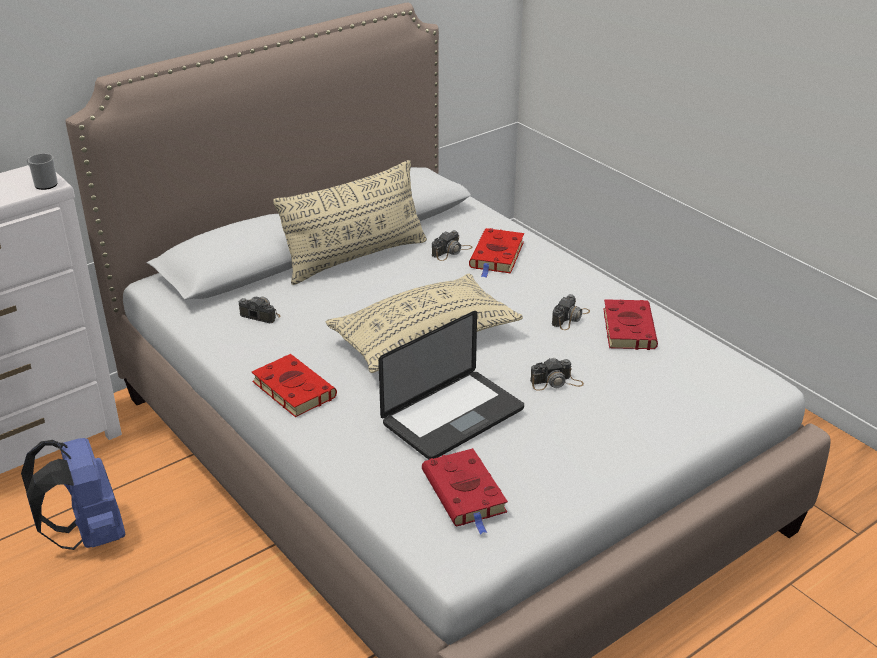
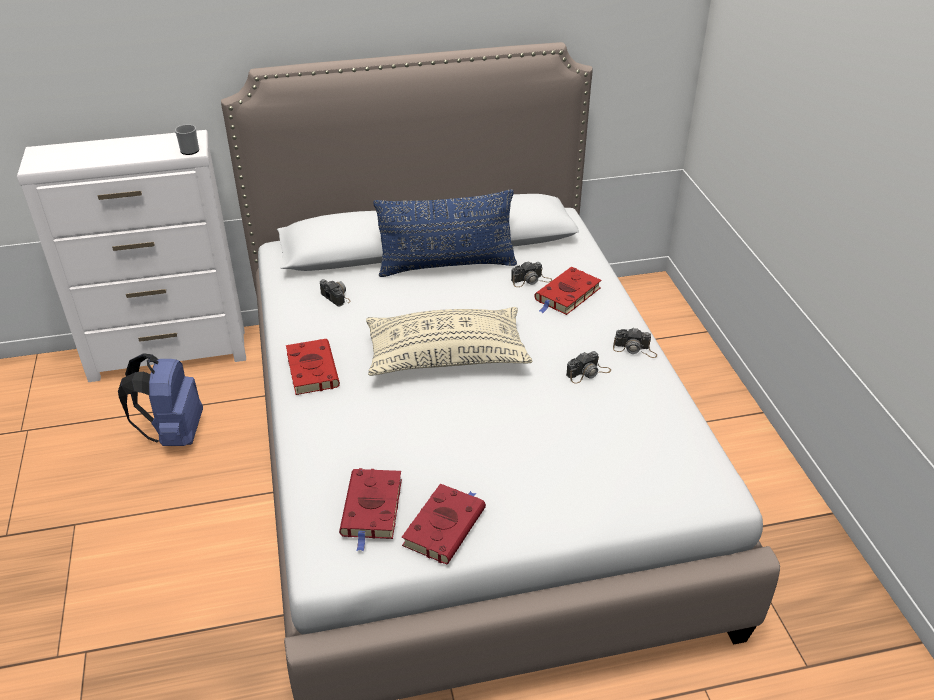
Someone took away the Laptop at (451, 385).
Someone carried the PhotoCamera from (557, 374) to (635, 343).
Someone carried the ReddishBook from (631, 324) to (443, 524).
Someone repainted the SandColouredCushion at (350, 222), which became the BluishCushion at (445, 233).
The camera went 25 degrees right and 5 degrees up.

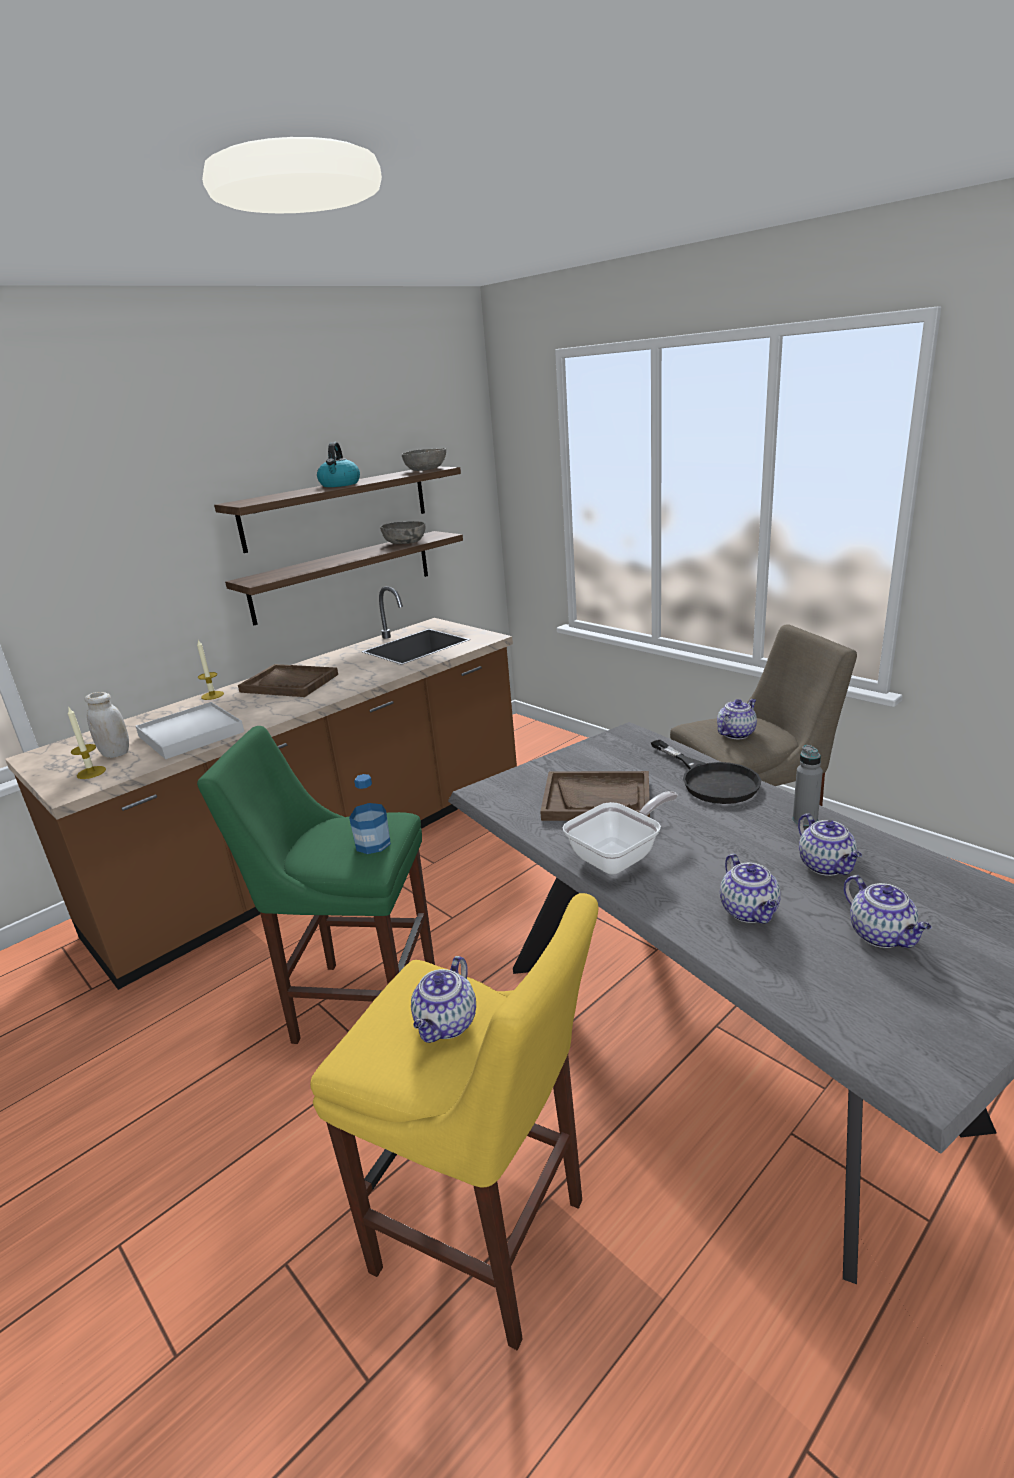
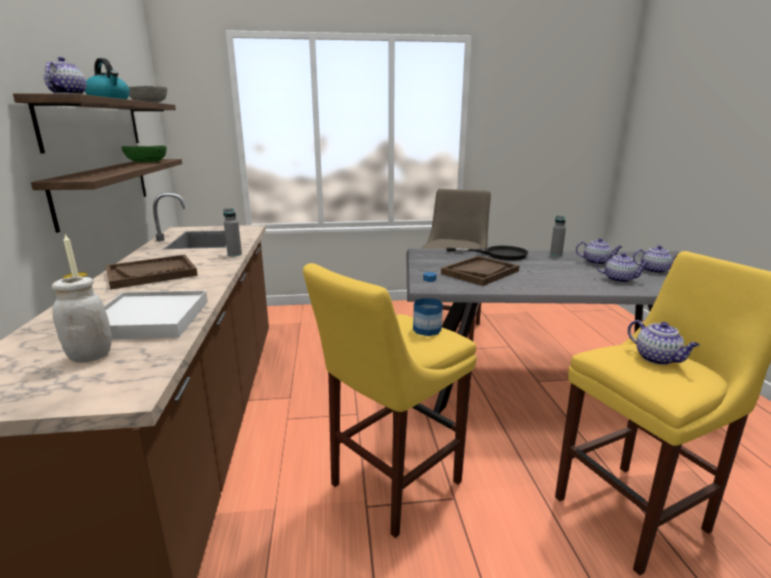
Someone took away the WaxCandle at (87, 742).
Someone took away the FryingPan at (620, 832).
Someone put down the GreyishDrinkBottle at (232, 232).
Someone carried the PotForTea from (737, 719) to (64, 75).
Someone repainted the GreenStoolSeat at (316, 885), which became the YellowStoolSeat at (390, 400).
Someone repainted the GreyishServingBowl at (402, 532), which became the GreenServingBowl at (144, 154).
The camera went 55 degrees left and 5 degrees down.

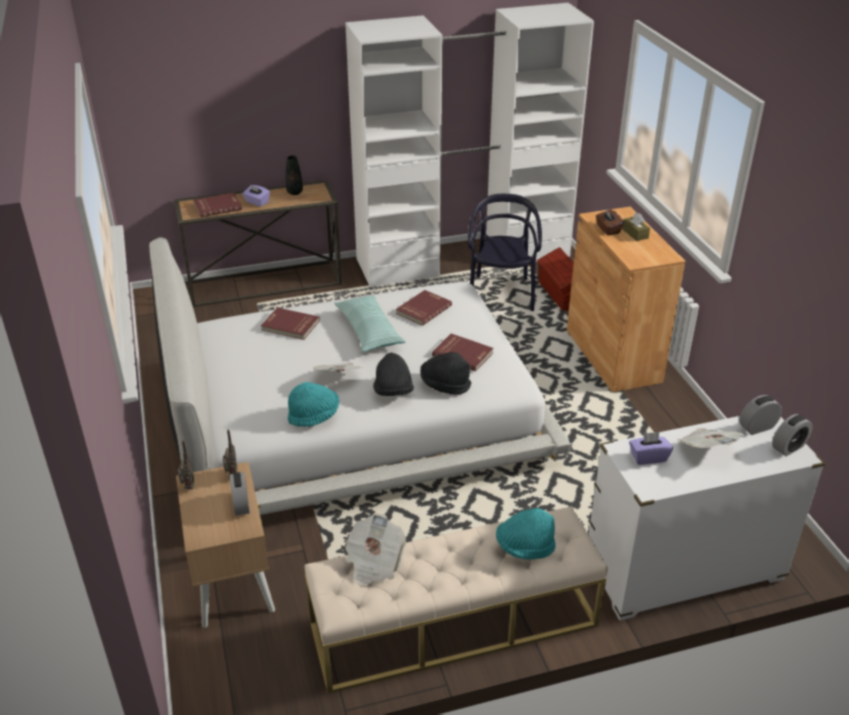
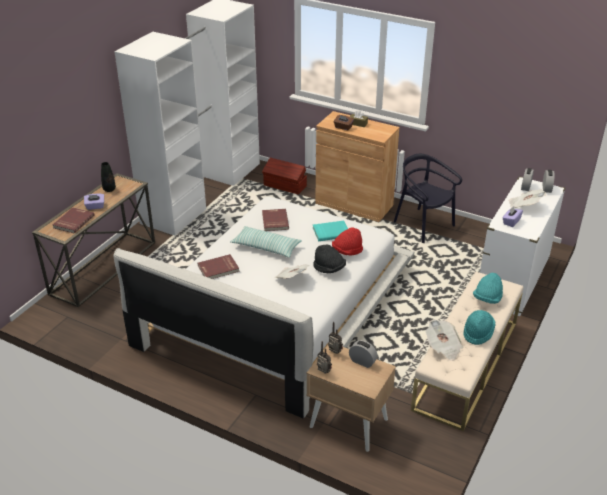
Someone carried the BlueGreenWearableHat from (313, 404) to (479, 327).
Someone carried the BlackPlainChair from (505, 252) to (428, 198).
Someone repainted the BlackWearableHat at (446, 373), which became the ReddishWearableHat at (347, 241).
Someone repainted the ReddishBook at (463, 352), which became the BlueGreenBook at (330, 231).
The camera went 45 degrees left and 0 degrees up.

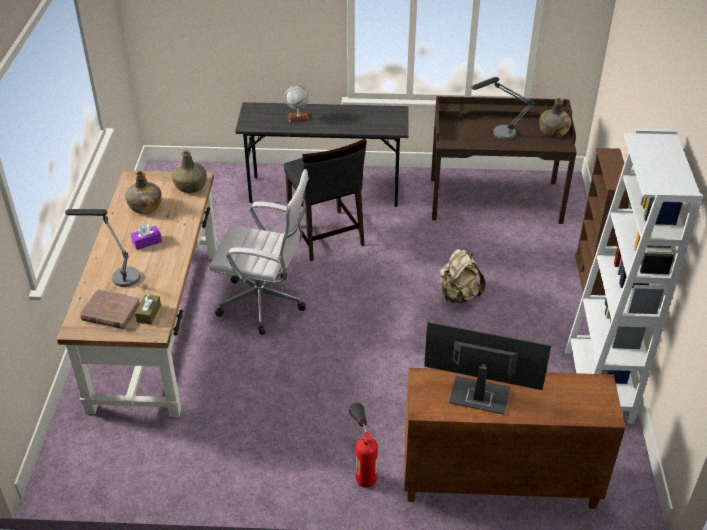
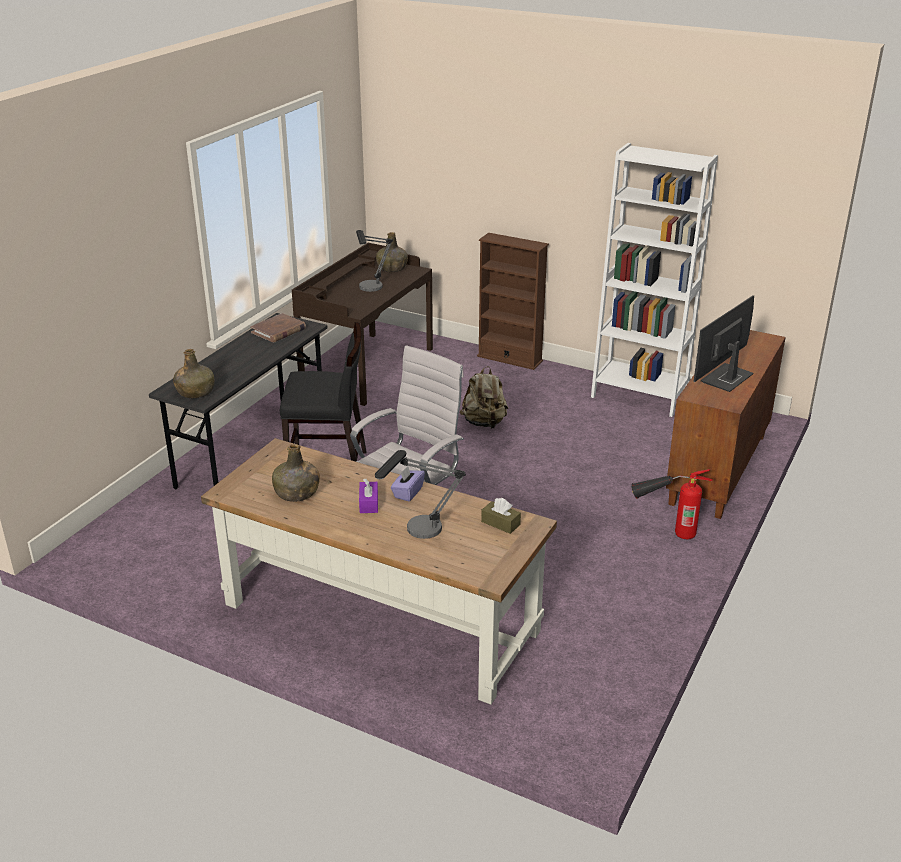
Someone took away the WorldGlobe at (297, 104).
Someone put down the PurplishTissueBox at (408, 483).
Someone carried the BrownBook from (110, 309) to (278, 327).
Someone carried the GreenDrinkBottle from (189, 171) to (194, 373).
The camera went 65 degrees left and 10 degrees down.

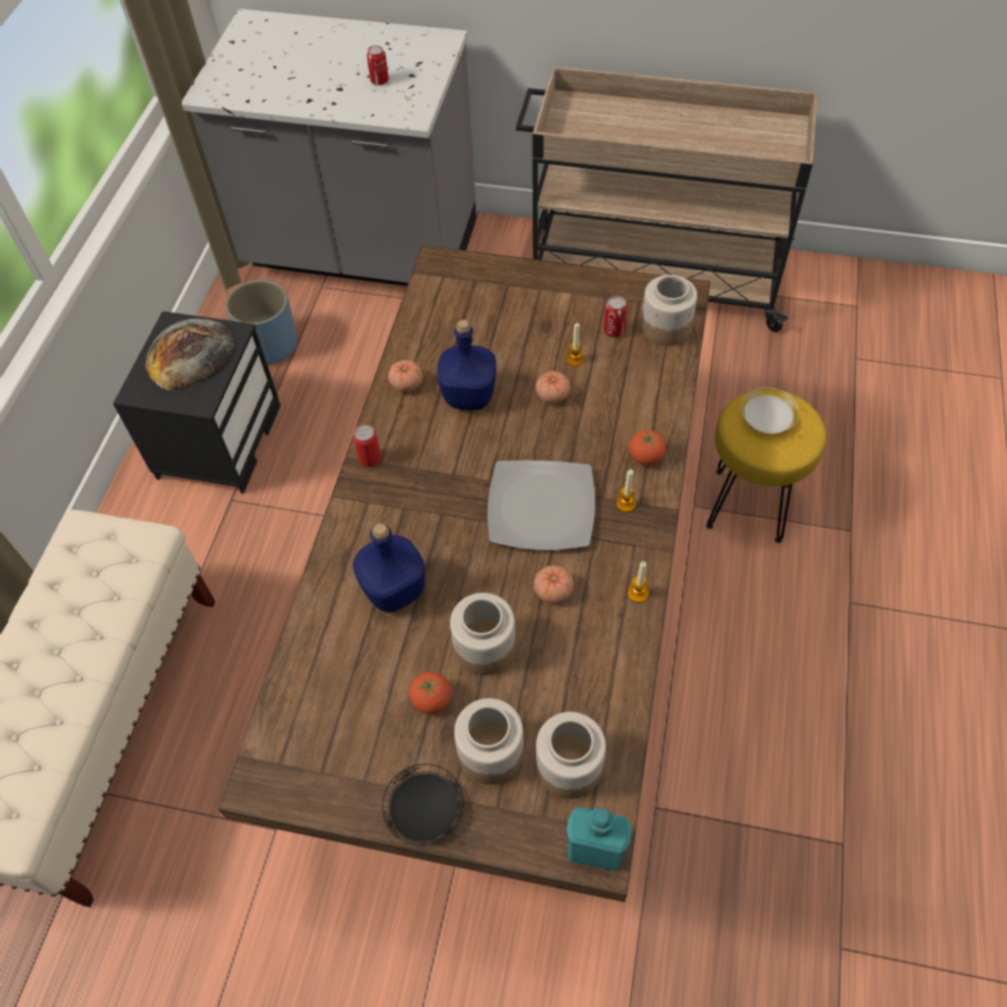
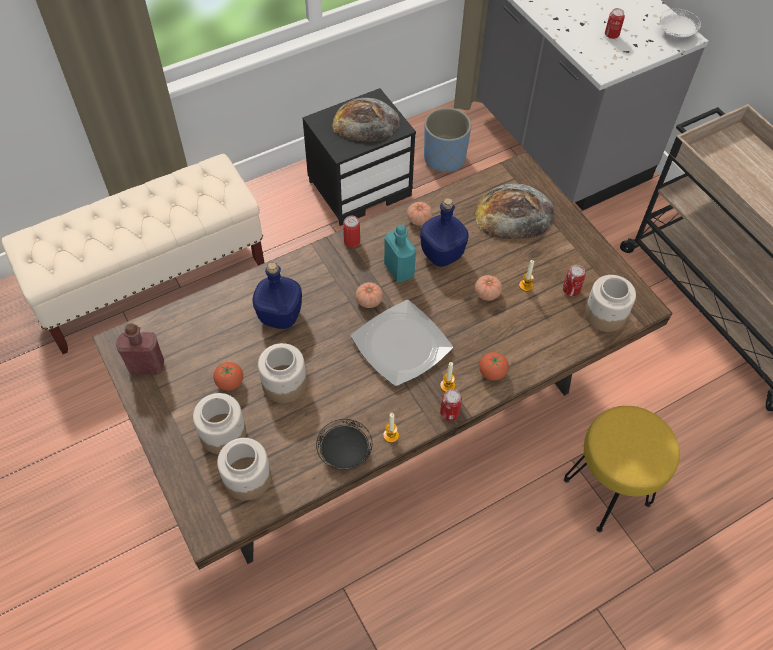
Someone put down the ReddishDrinkBottle at (140, 349).
Someone put down the SealedCan at (451, 405).
Someone put down the BakedBread at (514, 211).
Someone carried the BlackFlatDish from (423, 805) to (344, 444).
Someone carried the Tomato from (554, 584) to (369, 295).
Someone carried the BlueGreenDrinkBottle from (599, 839) to (400, 253).
Someone carried the WhitishFlatDish from (770, 411) to (680, 23).
The camera went 45 degrees right and 0 degrees up.

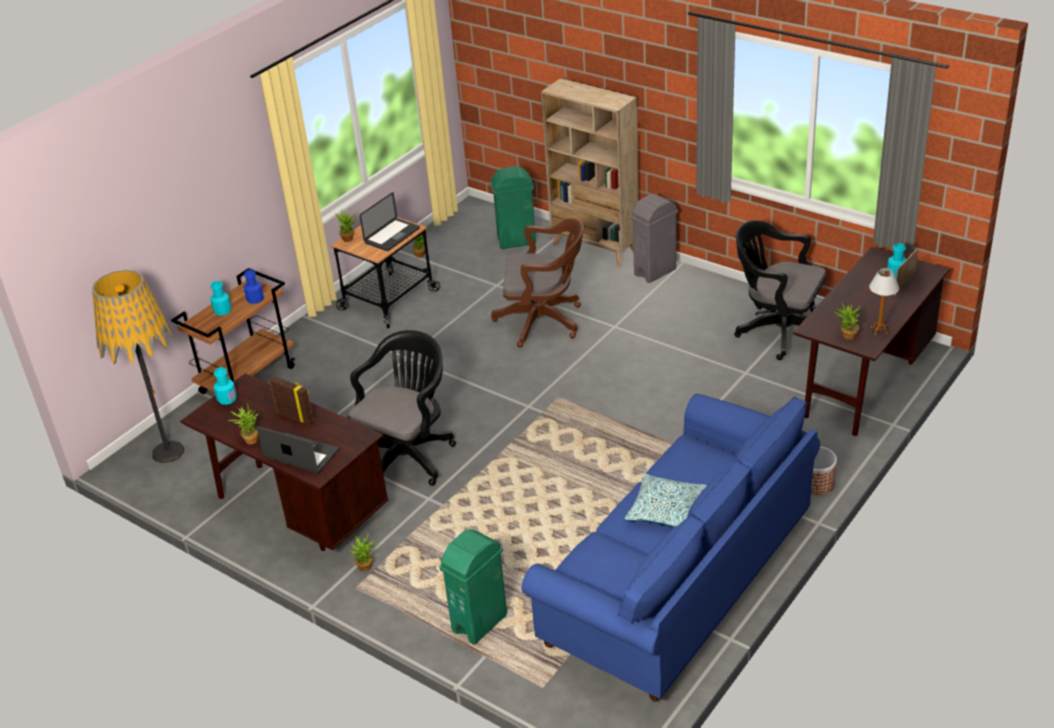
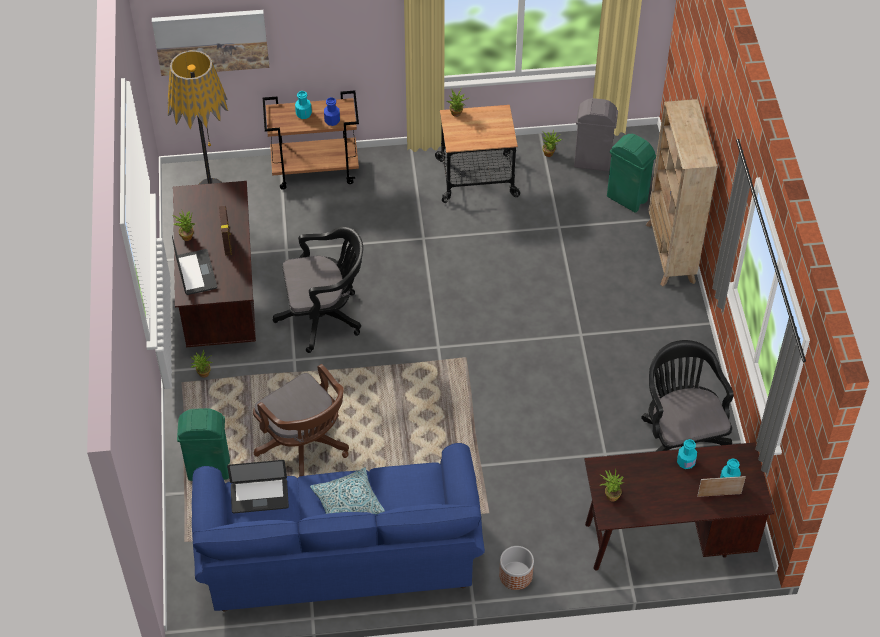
Someone took away the TabletopLamp at (884, 302).
Someone put up the WallArt at (210, 43).
Someone carried the BlueGreenDrinkBottle from (225, 386) to (687, 454).
Someone carried the Laptop from (390, 221) to (258, 486).
Someone carried the BrownComputerChair from (537, 282) to (301, 420).
Someone carried the GreyishTrashCan from (654, 238) to (596, 134).
The camera went 45 degrees right and 15 degrees up.

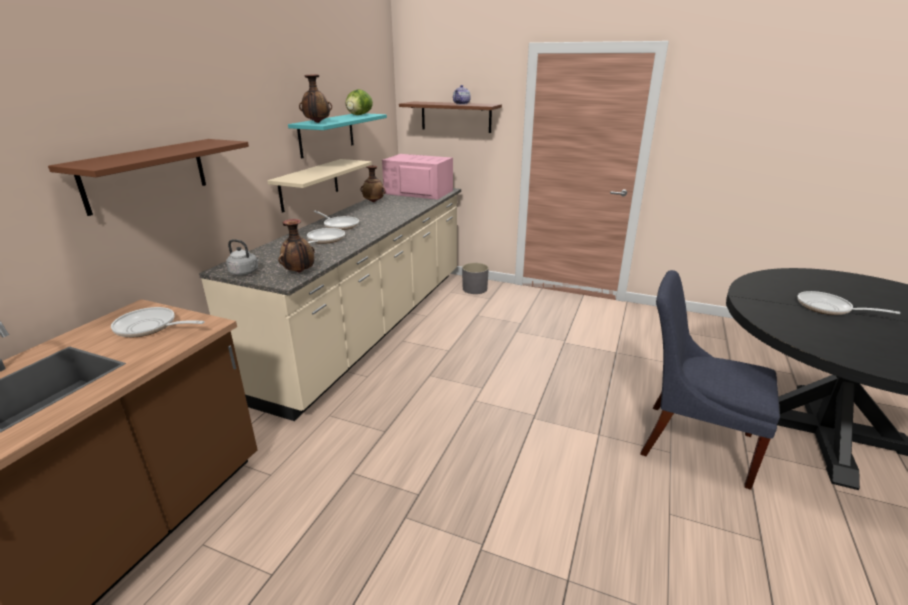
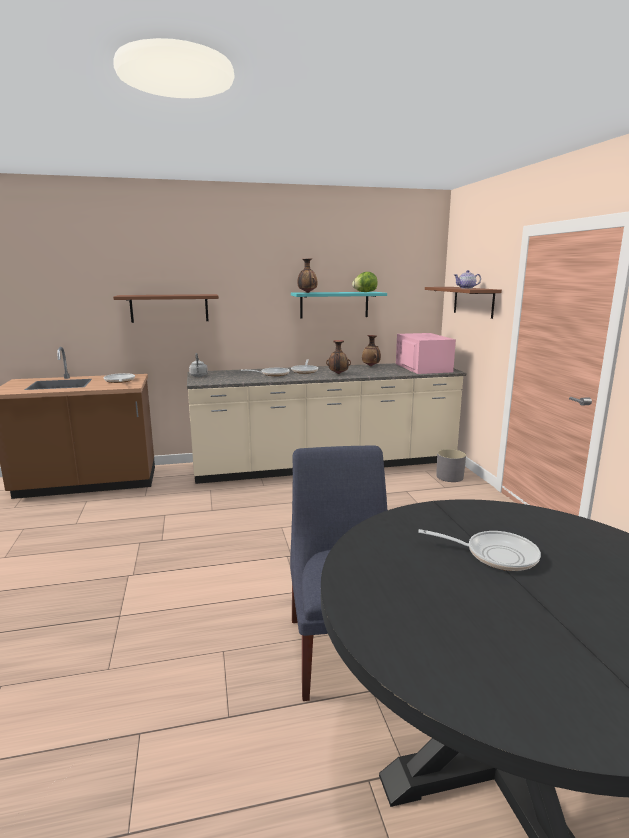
Someone took away the SandColouredBracketShelf at (319, 186).
Someone carried the FlowerVase from (296, 246) to (338, 357).
Someone rotated the FryingPan at (848, 303) by 105 degrees clockwise.
The camera went 55 degrees right and 10 degrees down.

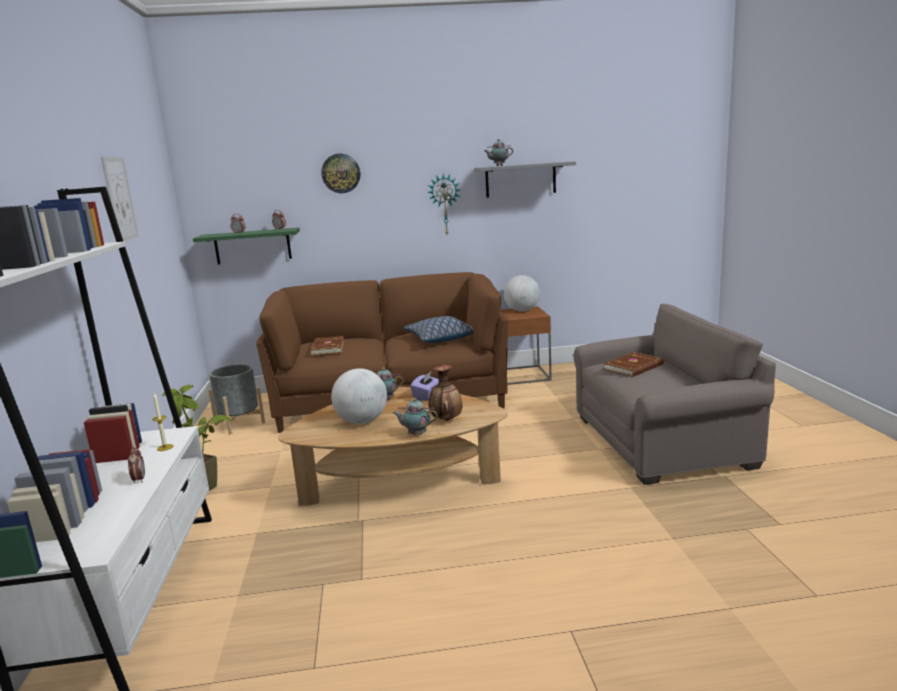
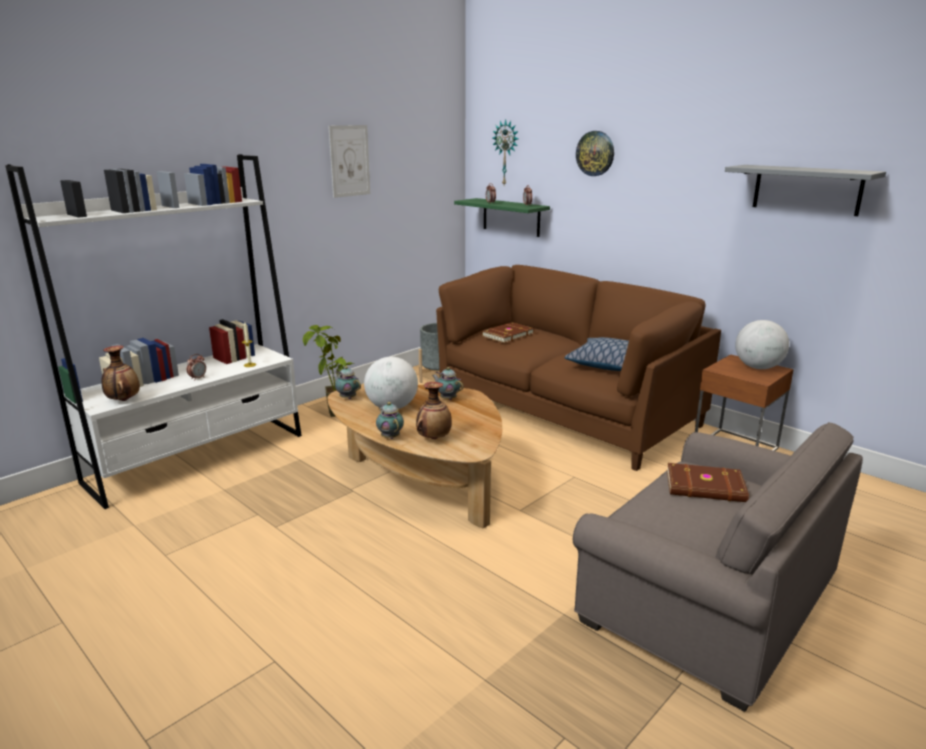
Someone took away the PurplishTissueBox at (424, 386).
Someone put down the FlowerVase at (120, 373).
Someone carried the ClockOnTheWall from (444, 204) to (506, 152).
Someone carried the PotForTea from (498, 152) to (346, 382).
The camera went 50 degrees right and 5 degrees up.

